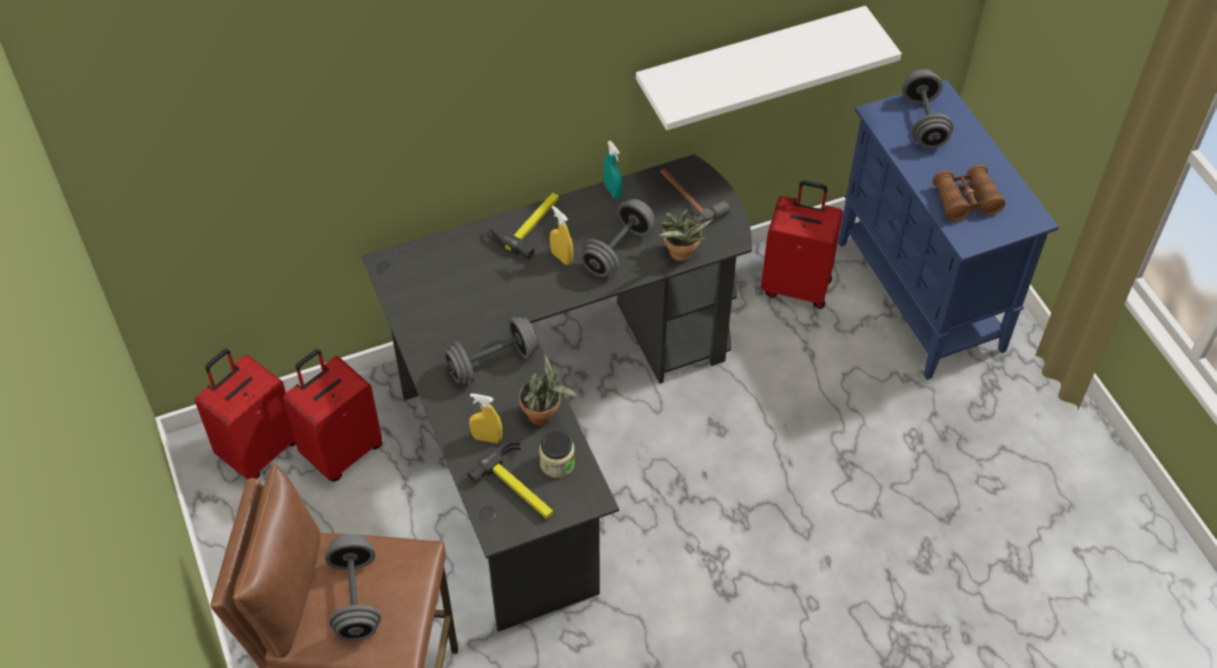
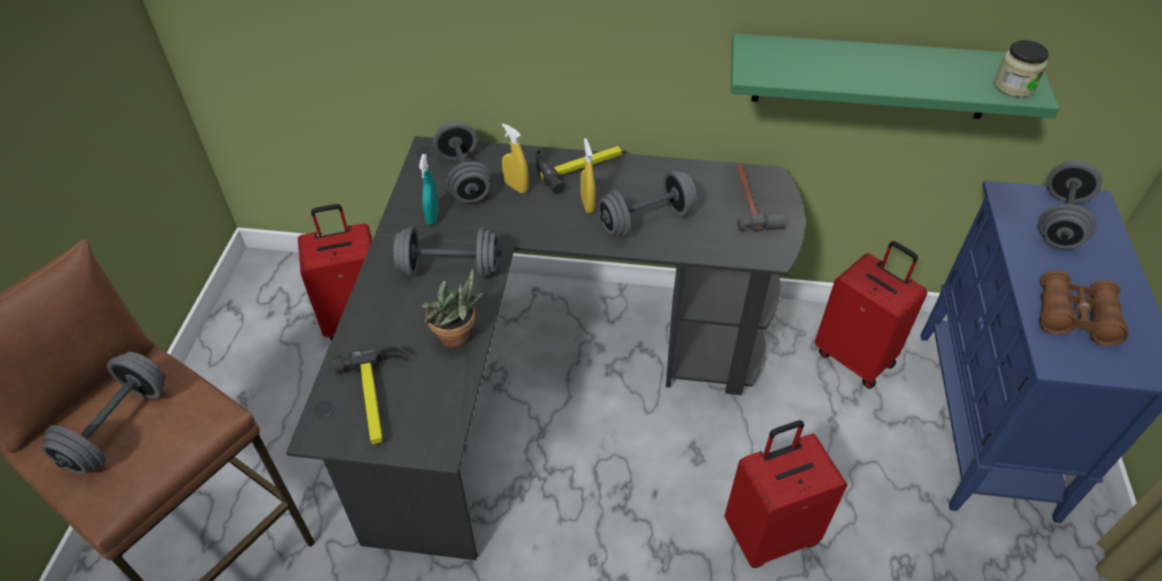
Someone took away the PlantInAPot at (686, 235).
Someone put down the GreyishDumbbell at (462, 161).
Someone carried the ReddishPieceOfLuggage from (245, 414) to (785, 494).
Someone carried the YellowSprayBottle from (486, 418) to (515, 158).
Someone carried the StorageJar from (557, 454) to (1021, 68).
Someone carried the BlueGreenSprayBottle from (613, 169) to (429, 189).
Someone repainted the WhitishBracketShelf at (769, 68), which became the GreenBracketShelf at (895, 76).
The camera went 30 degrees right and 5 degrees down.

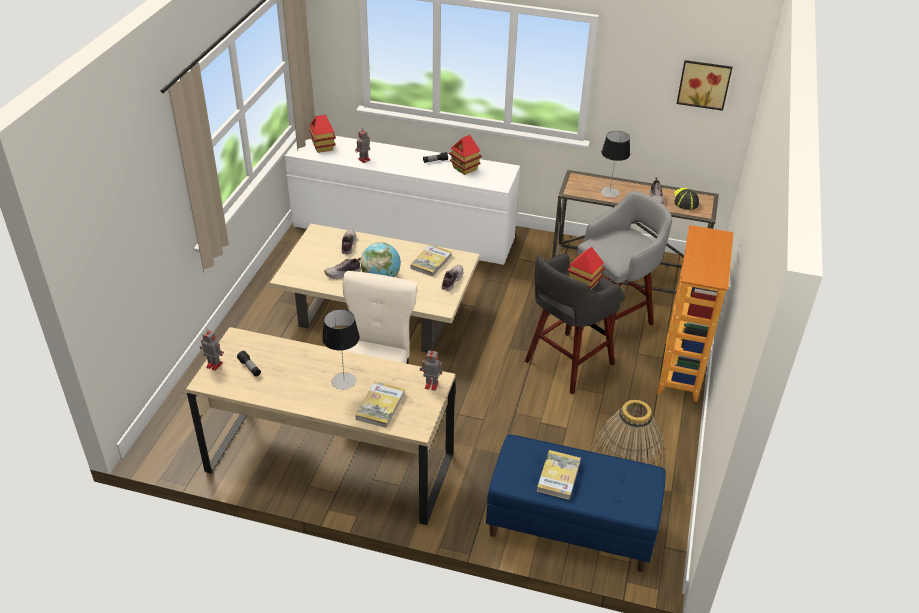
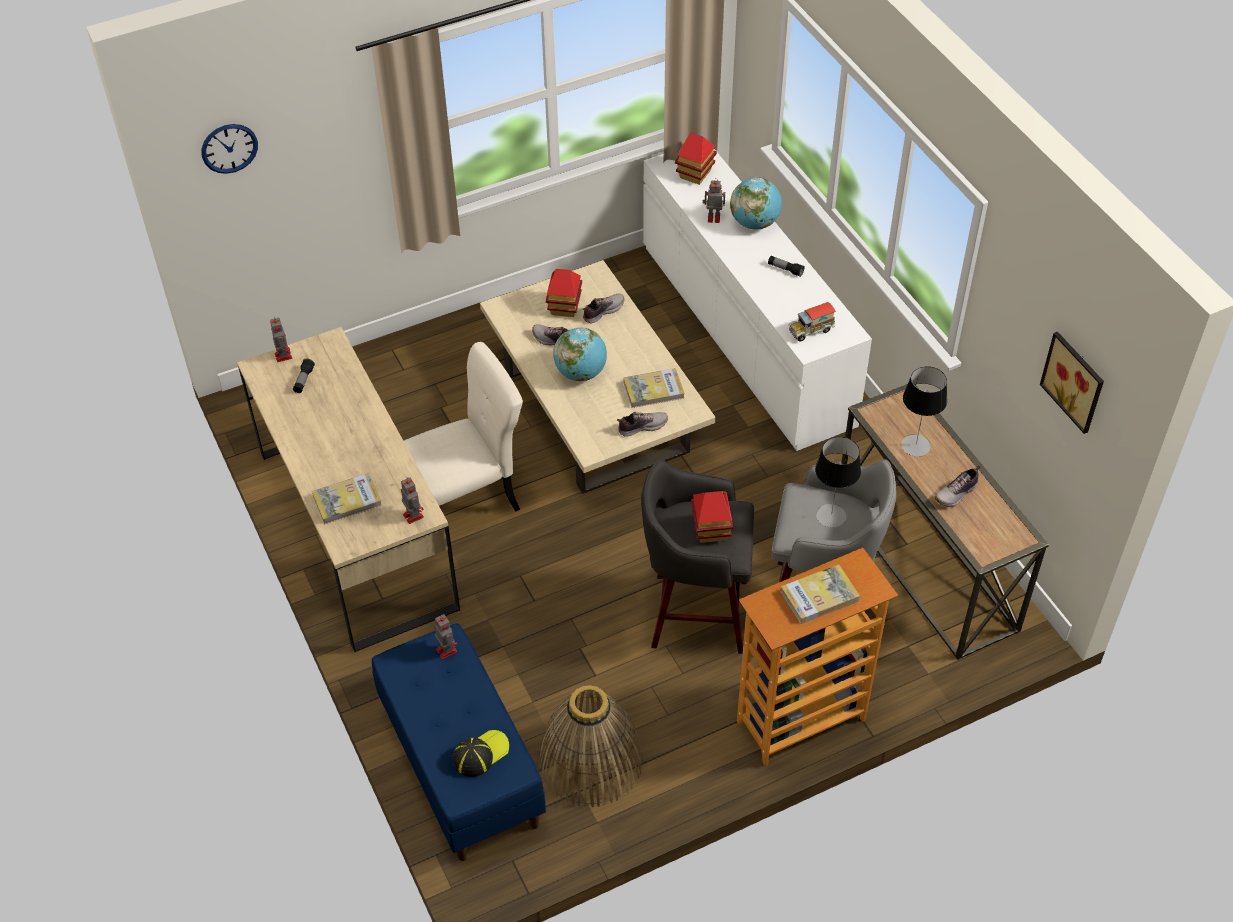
Someone put up the ClockOnTheWall at (229, 149).
Someone put down the RobotFigure at (446, 636).
Someone put down the WorldGlobe at (756, 203).
Someone put down the ModelTruck at (812, 322).
Someone carried the TabletopLamp from (341, 349) to (838, 482).
Someone carried the ToyHouse from (465, 155) to (564, 293).
Someone carried the Book from (559, 475) to (820, 594).
Someone carried the BaseballCap from (686, 199) to (481, 753).
The camera went 50 degrees right and 10 degrees up.

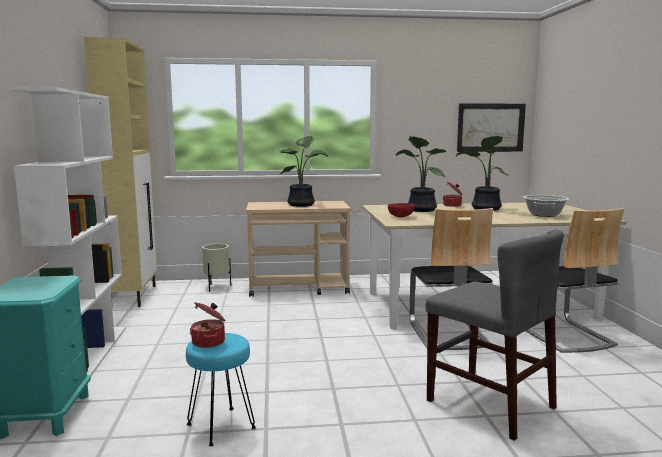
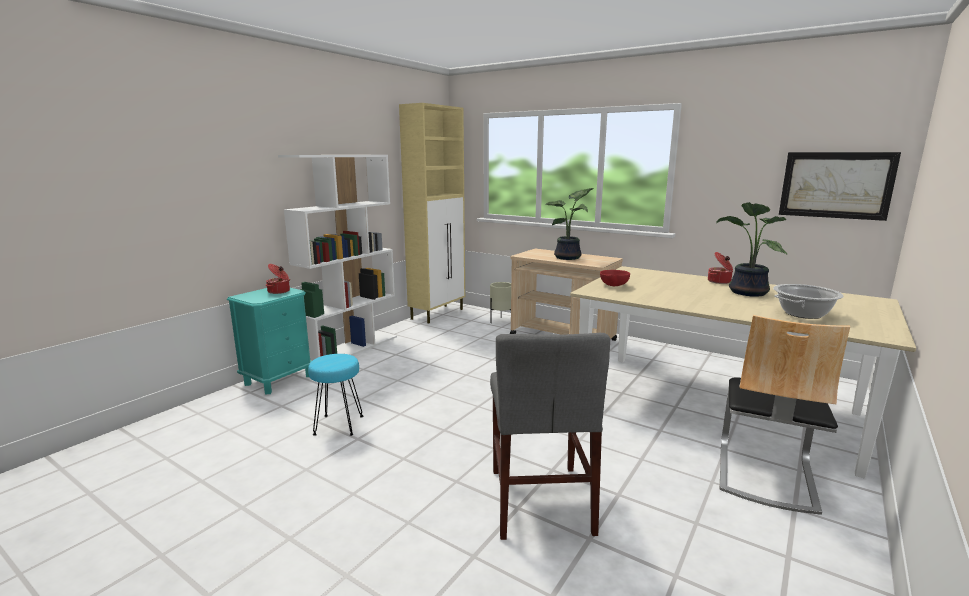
Someone took away the PlantInAPot at (421, 174).
Someone took away the PlainChair at (451, 279).
Someone carried the Stockpot from (208, 325) to (278, 279).
The camera went 40 degrees right and 5 degrees up.

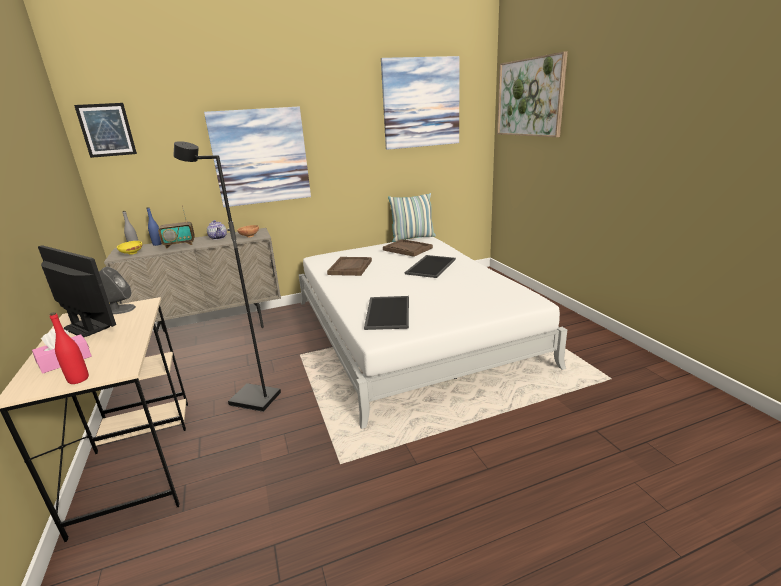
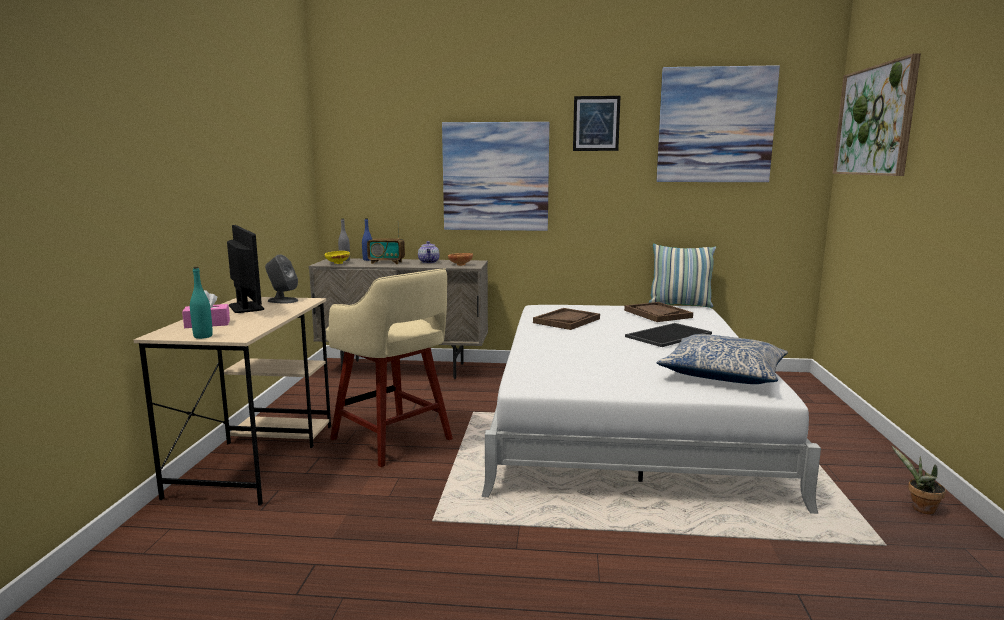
Someone took away the Tray at (386, 313).
Someone put down the Cushion at (722, 359).
Someone put down the PlantInAPot at (919, 480).
Someone carried the WallArt from (105, 130) to (596, 123).
Someone swapped the BlackFloorLamp at (227, 276) for the SandColouredStoolSeat at (389, 367).
Someone repainted the ReddishDrinkBottle at (69, 348), which became the BlueGreenDrinkBottle at (201, 303).
The camera went 25 degrees right and 10 degrees down.

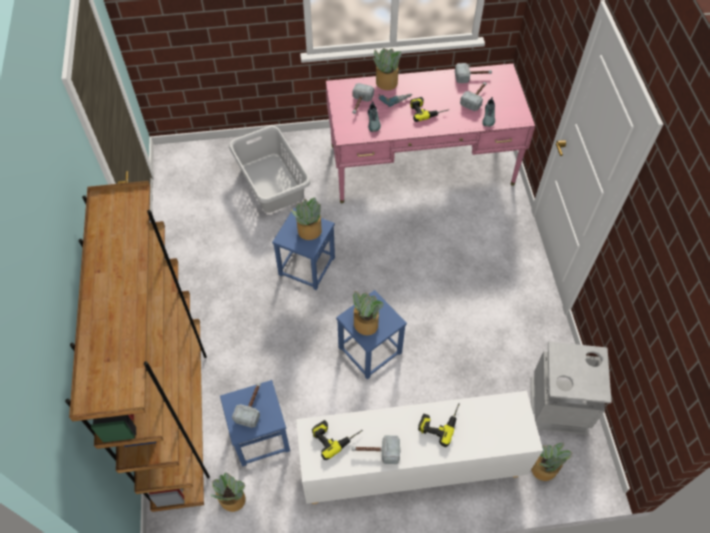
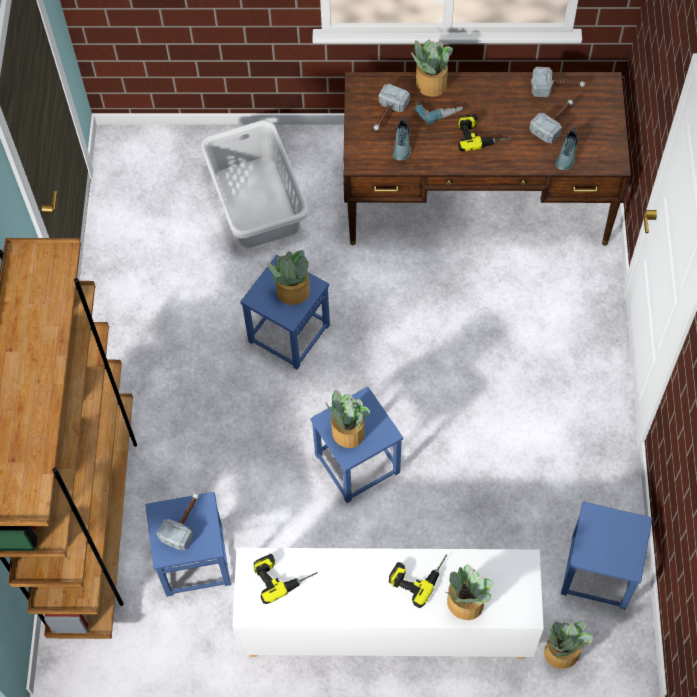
Someone took away the ToolHammer at (376, 449).
Someone carried the PlantInAPot from (228, 492) to (470, 592).
Someone swapped the GreyishTrashCan at (571, 388) for the BluishStoolSeat at (606, 555).
Someone repainted the PinkishDesk at (430, 133), which became the BrownDesk at (487, 159).
The camera went 10 degrees right and 5 degrees up.

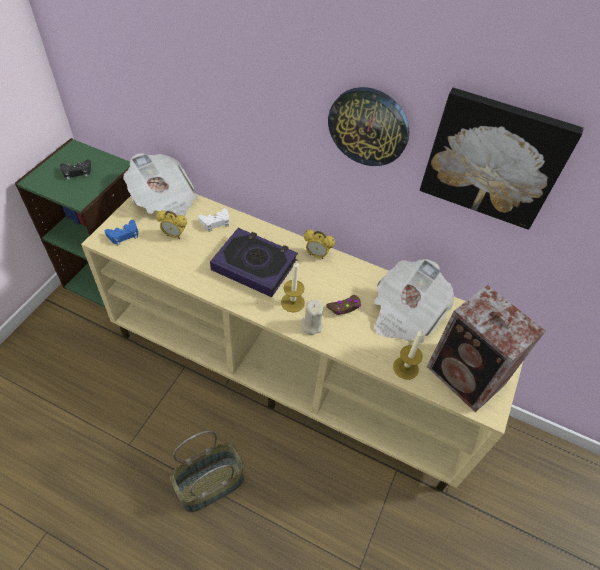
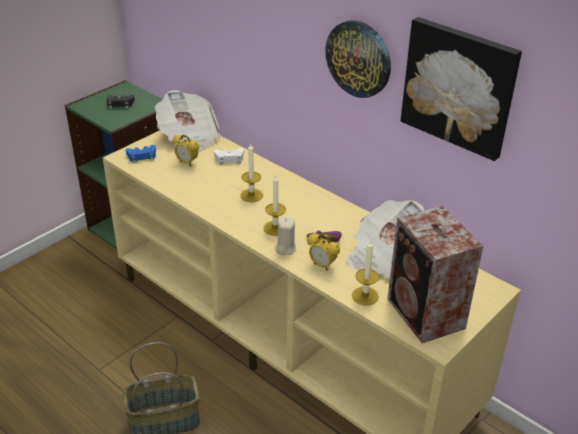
Someone carried the TableClock from (319, 244) to (323, 251).
Someone swapped the Book at (254, 262) for the WaxCandle at (251, 173).
The camera went 20 degrees right and 15 degrees down.

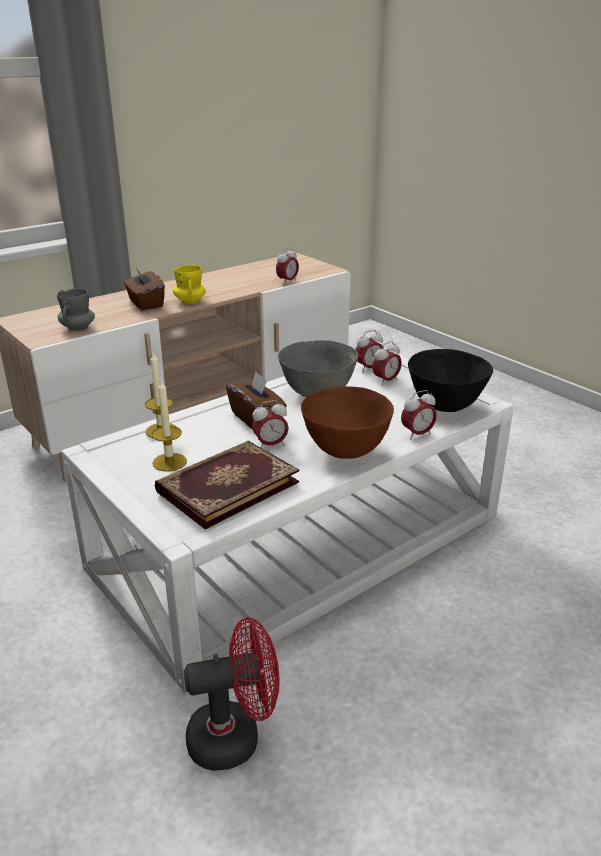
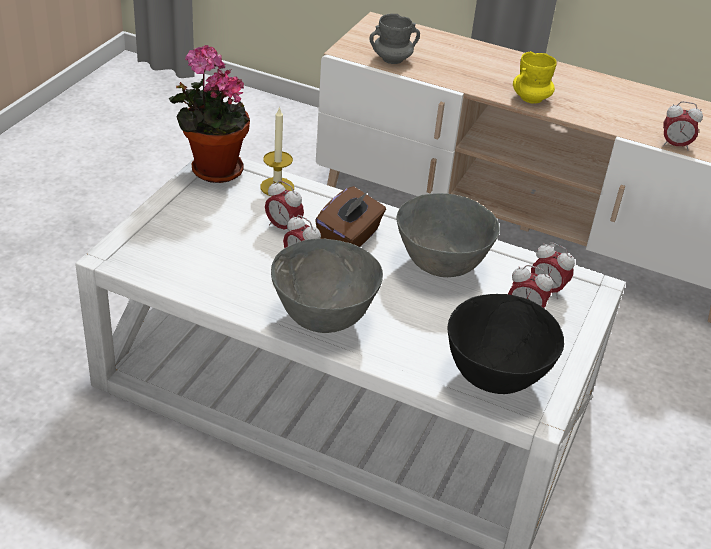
Someone took away the BrownTissueBox at (144, 289).
Someone took away the WaxCandle at (169, 425).
Someone took away the Book at (227, 485).
Someone took away the ReddishCoolingFan at (231, 694).
Someone put down the PlantInAPot at (209, 114).
Someone carried the TableClock from (419, 415) to (284, 205).
Someone repainted the BrownServingBowl at (347, 422), which became the GreyishServingBowl at (327, 286).
The camera went 60 degrees right and 10 degrees up.

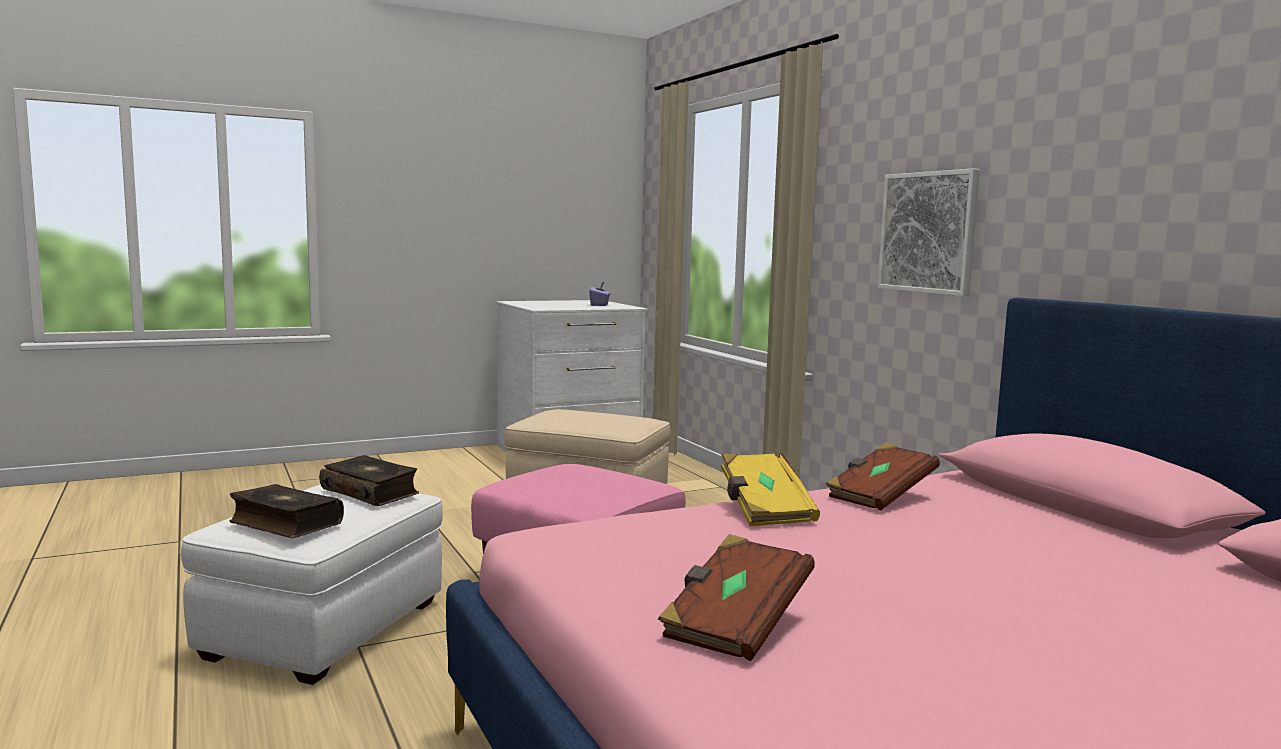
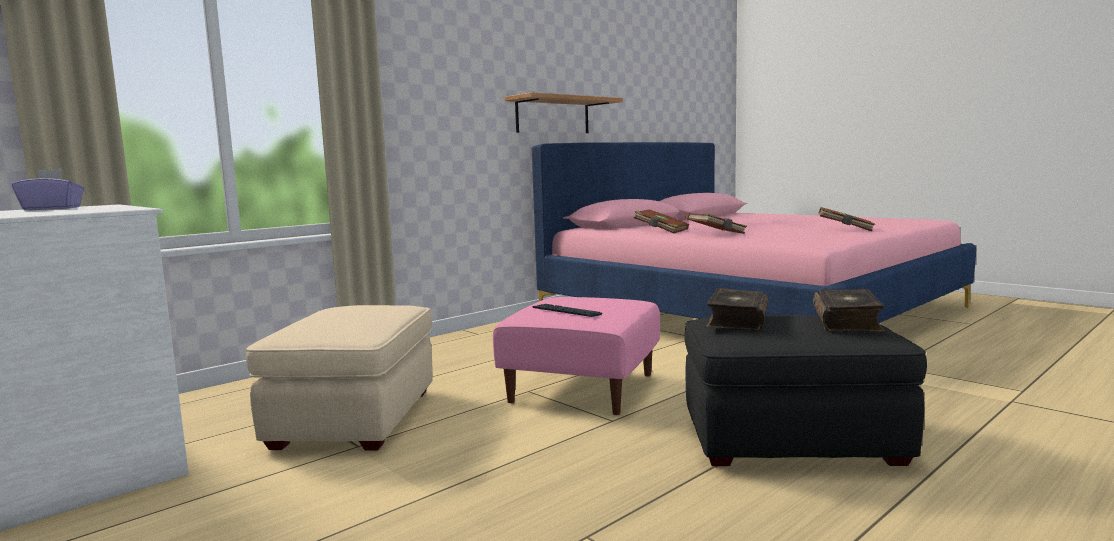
Someone took away the WallArt at (929, 232).
Someone put up the BracketShelf at (564, 112).
Someone put down the Keyboard at (567, 310).
Someone repainted the WhitishOttoman at (312, 584), which became the BlackOttoman at (805, 390).
Someone repainted the YellowBook at (770, 489), which became the BrownBook at (716, 223).
The camera went 105 degrees left and 0 degrees up.

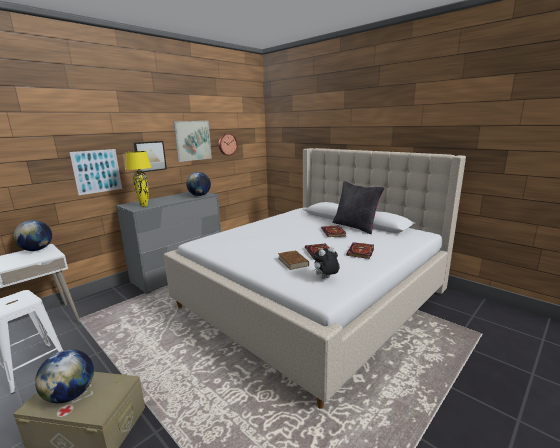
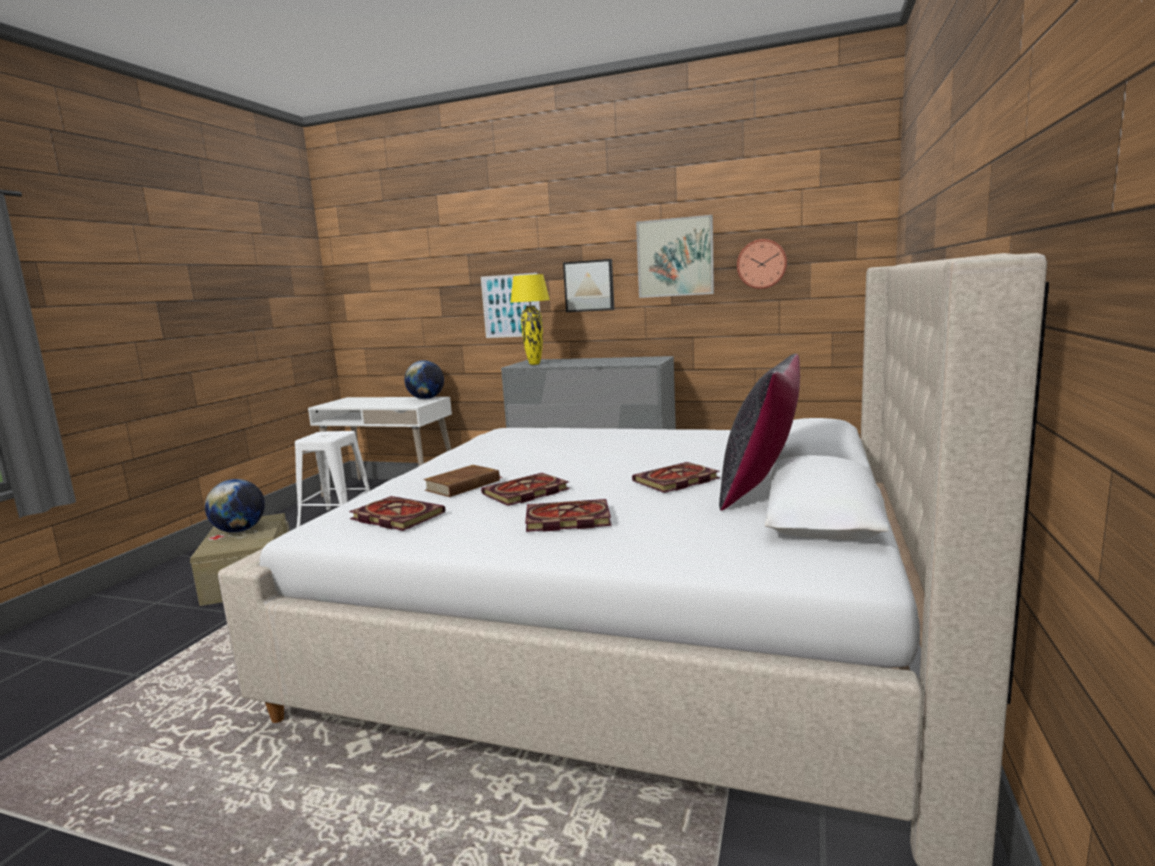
Someone took away the WorldGlobe at (198, 184).
Someone swapped the SoftToy at (325, 262) for the Book at (397, 513).
The camera went 65 degrees right and 5 degrees down.

